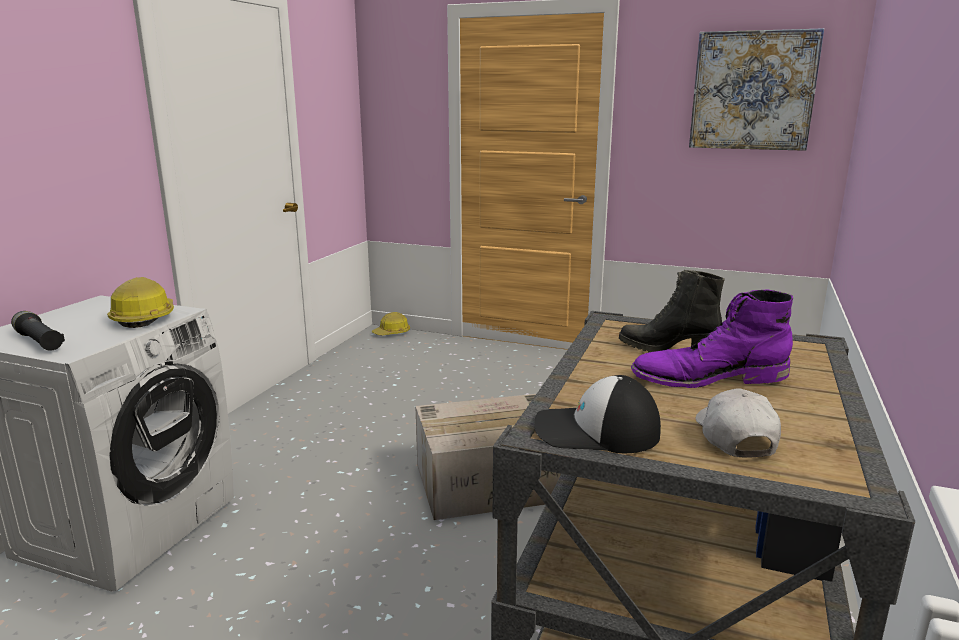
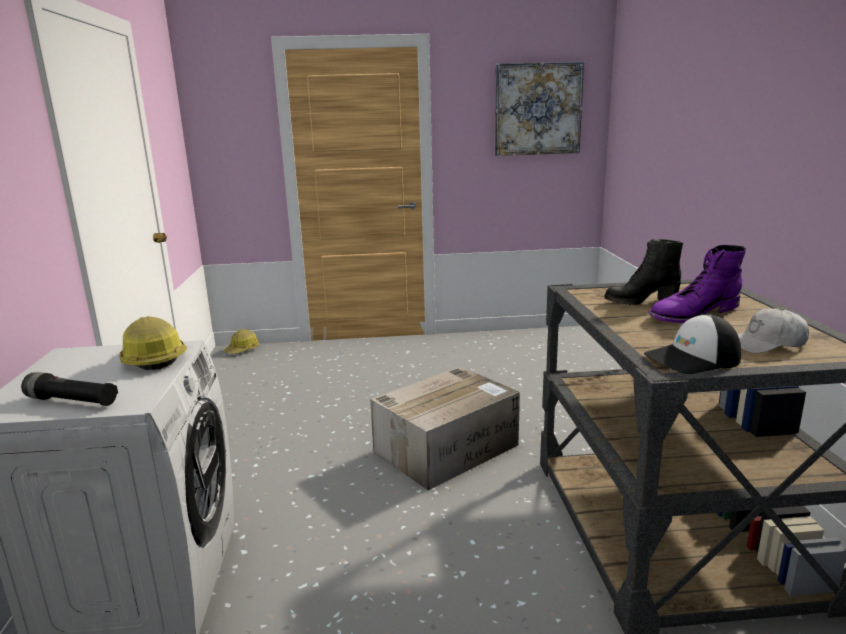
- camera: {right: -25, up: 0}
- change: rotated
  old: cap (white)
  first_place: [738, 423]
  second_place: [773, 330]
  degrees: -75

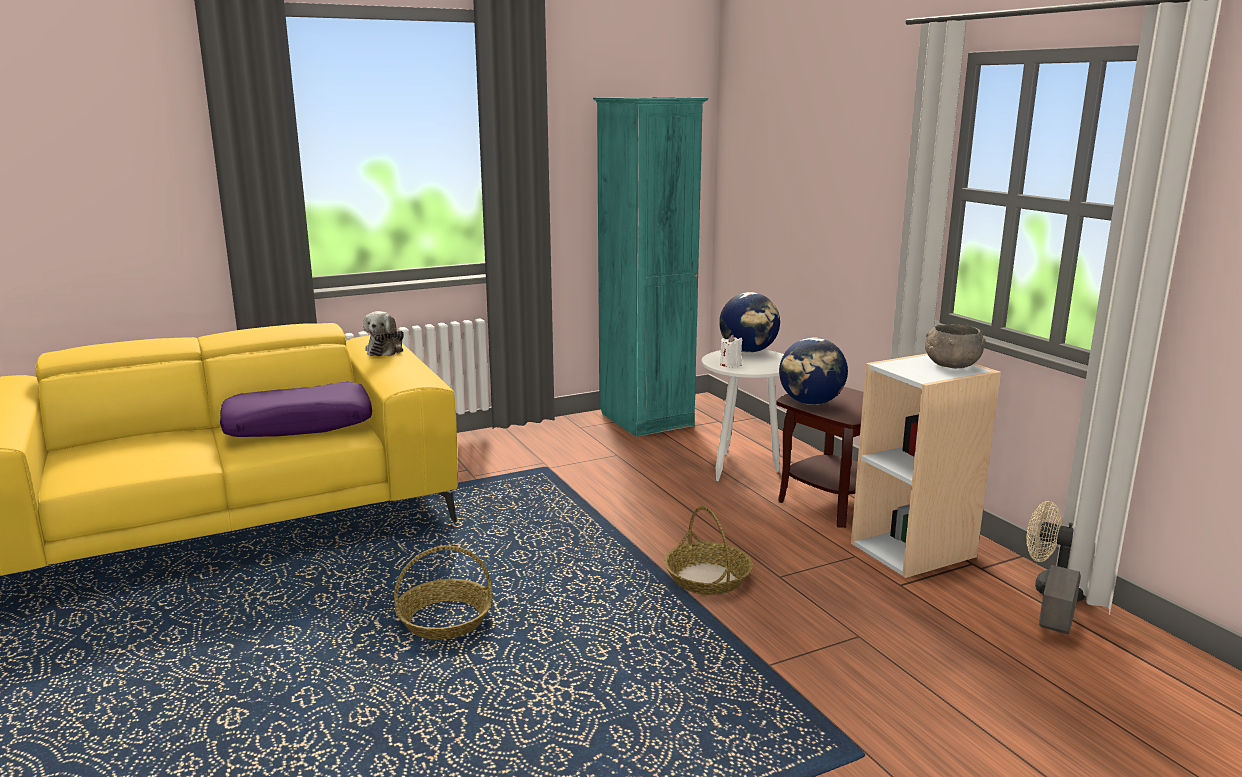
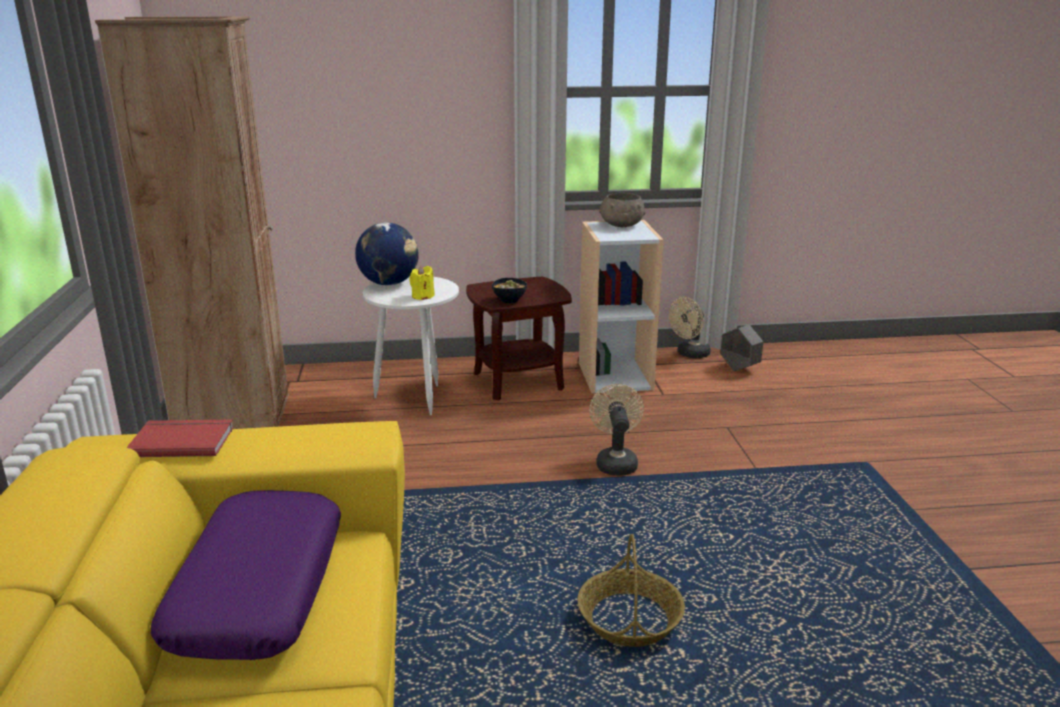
- camera: {right: -70, up: 5}
- change: repainted
  old: cabinet (turquoise)
  new: cabinet (brown)
  first_place: [650, 267]
  second_place: [192, 222]
- change: swapped
  old: plush toy
  new: book (red)
  first_place: [383, 333]
  second_place: [180, 438]
- change: repainted
  old: candle (white)
  new: candle (yellow)
  first_place: [731, 351]
  second_place: [422, 282]
- change: swapped
  old: globe
  new: bowl
  first_place: [813, 371]
  second_place: [509, 290]
- change: swapped
  old: basket
  new: fan (beige)
  first_place: [708, 550]
  second_place: [616, 429]

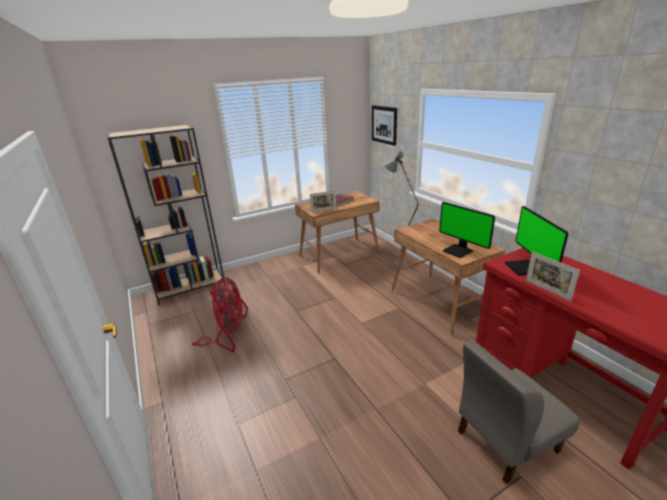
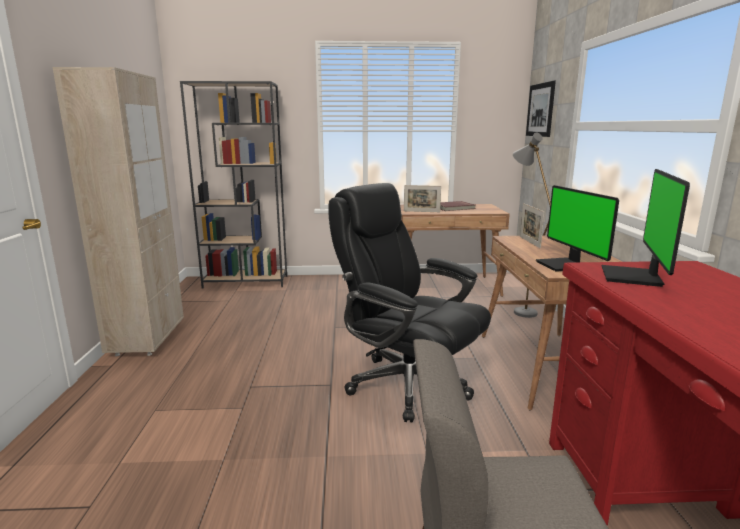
- camera: {right: 25, up: -10}
- change: shifted
  old: picture frame
  first_place: [553, 276]
  second_place: [532, 225]
- change: gone
  old: fan (red)
  first_place: [220, 315]
- change: new
  new: cabinet (beige)
  second_place: [118, 211]
- change: new
  new: office chair (black)
  second_place: [409, 302]

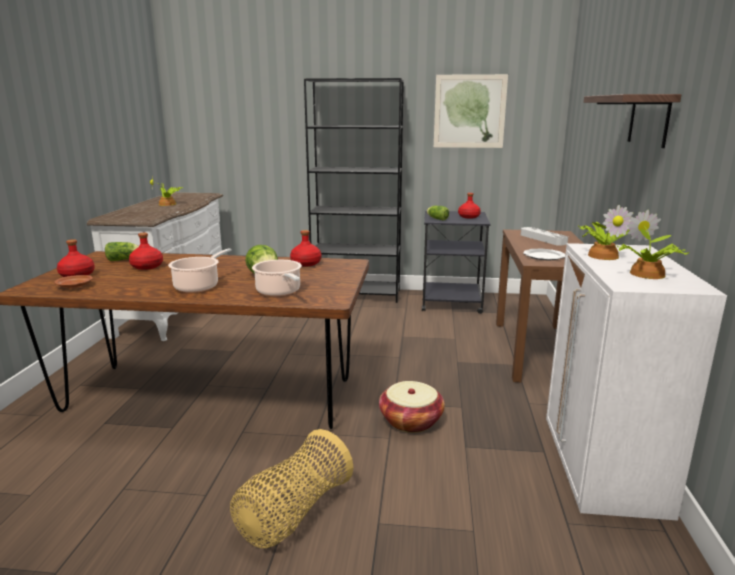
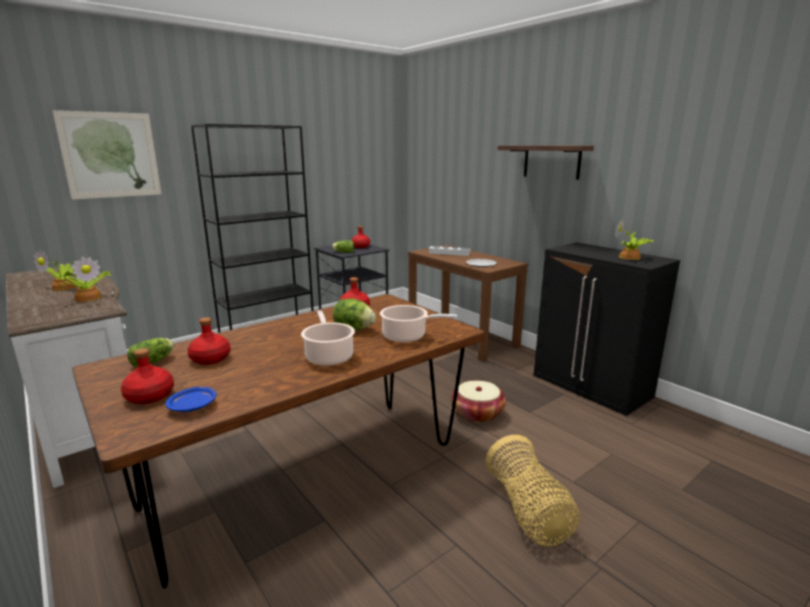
- camera: {right: -45, up: 0}
- change: shifted
  old: picture
  first_place: [471, 111]
  second_place: [107, 155]
- change: shifted
  old: potted plant
  first_place: [605, 232]
  second_place: [86, 279]
- change: repainted
  old: cabinet (white)
  new: cabinet (black)
  first_place: [636, 382]
  second_place: [606, 329]
- change: repainted
  old: plate (brown)
  new: plate (blue)
  first_place: [73, 282]
  second_place: [191, 399]

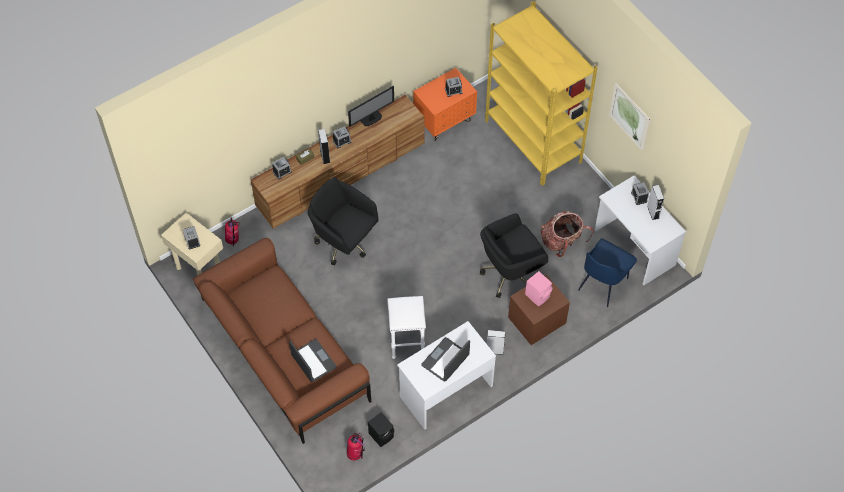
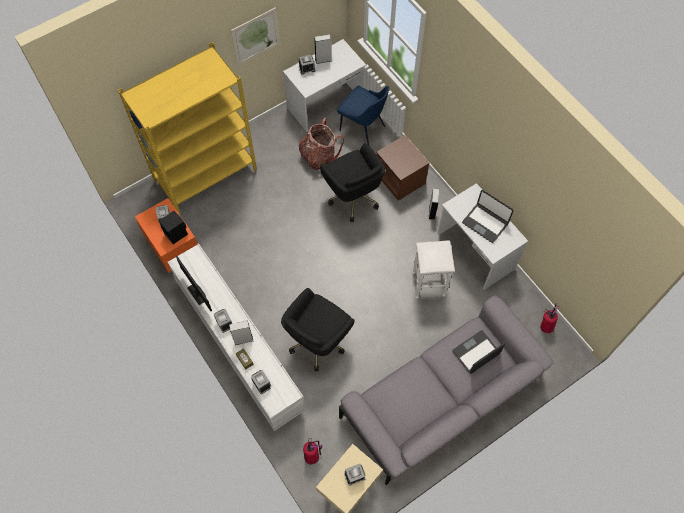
- camera: {right: -90, up: 5}
- change: repainted
  old: cabinet (brown)
  new: cabinet (white)
  first_place: [337, 162]
  second_place: [236, 337]
- change: repainted
  old: sofa (brown)
  new: sofa (grey)
  first_place: [282, 340]
  second_place: [446, 390]
- change: gone
  old: speaker (pink)
  first_place: [538, 288]
- change: shifted
  old: speaker (black)
  first_place: [381, 429]
  second_place: [173, 227]

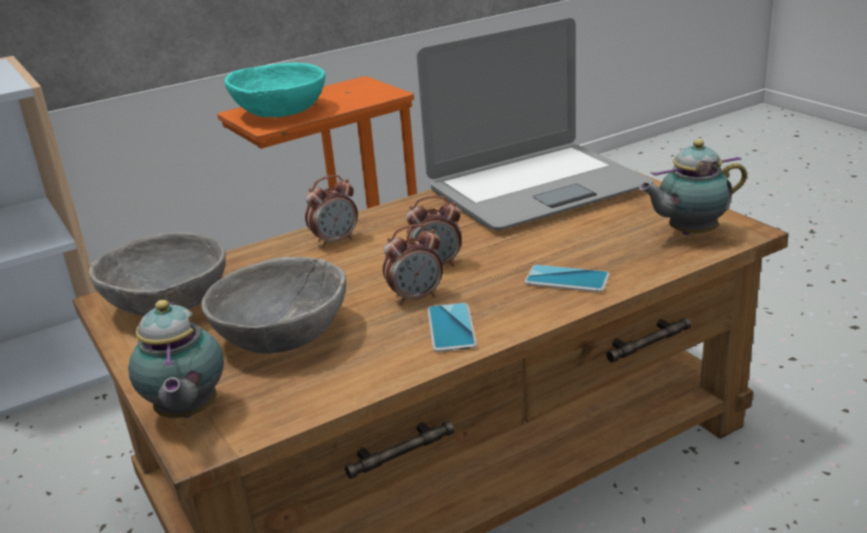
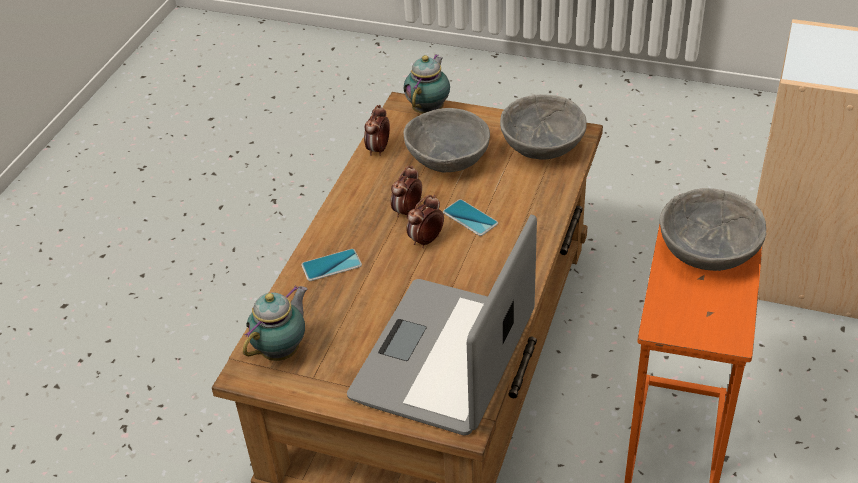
- camera: {right: 140, up: 15}
- change: repainted
  old: bowl (turquoise)
  new: bowl (grey)
  first_place: [275, 89]
  second_place: [713, 229]
- change: shifted
  old: alarm clock
  first_place: [331, 211]
  second_place: [377, 130]
- change: rotated
  old: teapot
  first_place: [176, 359]
  second_place: [427, 84]
  degrees: 75
- change: shifted
  old: phone
  first_place: [452, 327]
  second_place: [470, 217]

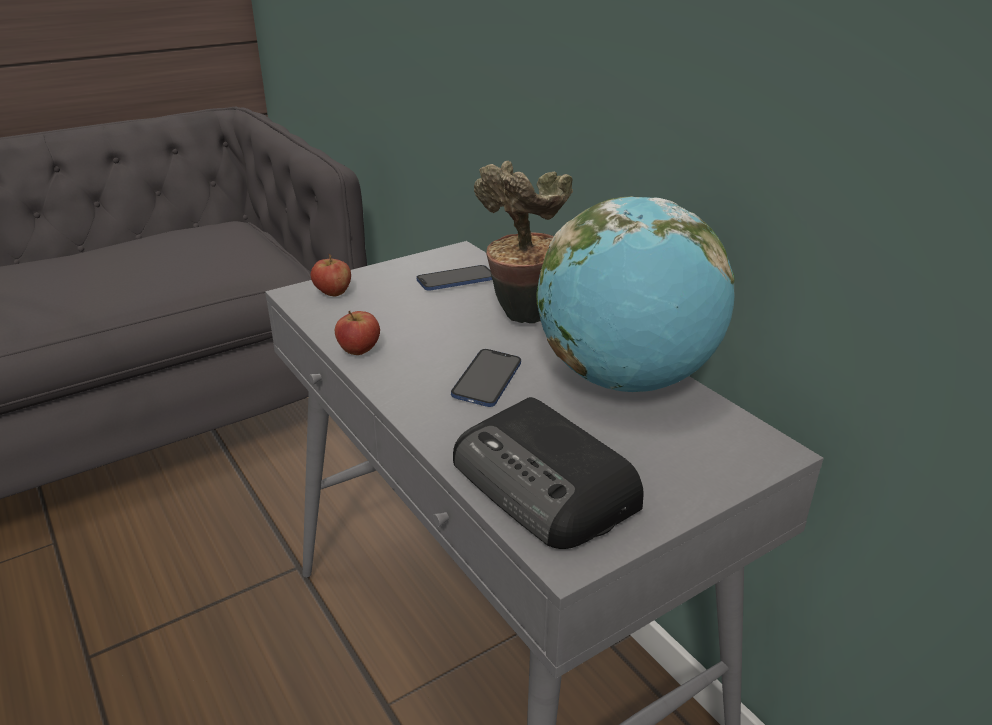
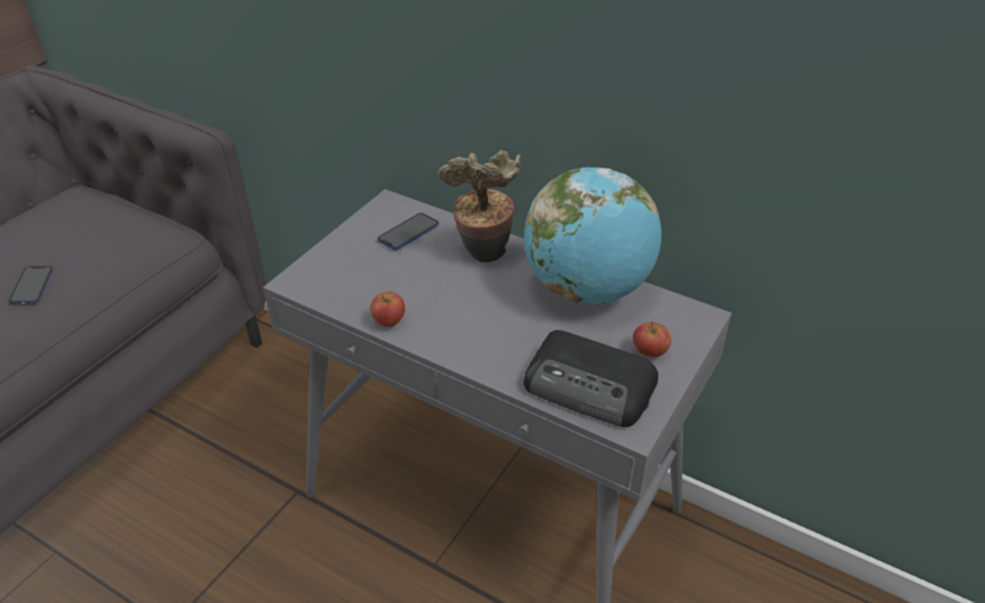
- camera: {right: -25, up: 10}
- change: shifted
  old: apple
  first_place: [331, 275]
  second_place: [652, 339]
- change: shifted
  old: phone
  first_place: [486, 378]
  second_place: [31, 285]

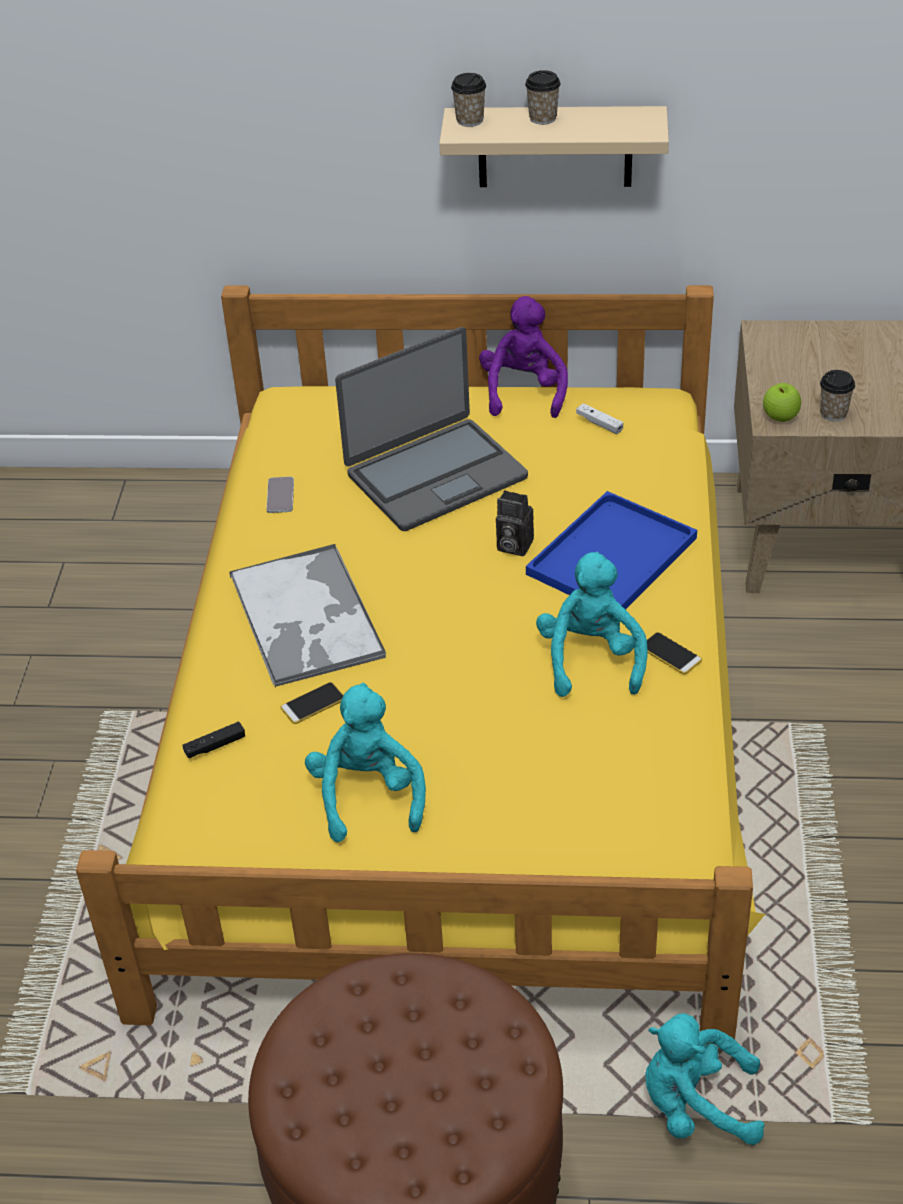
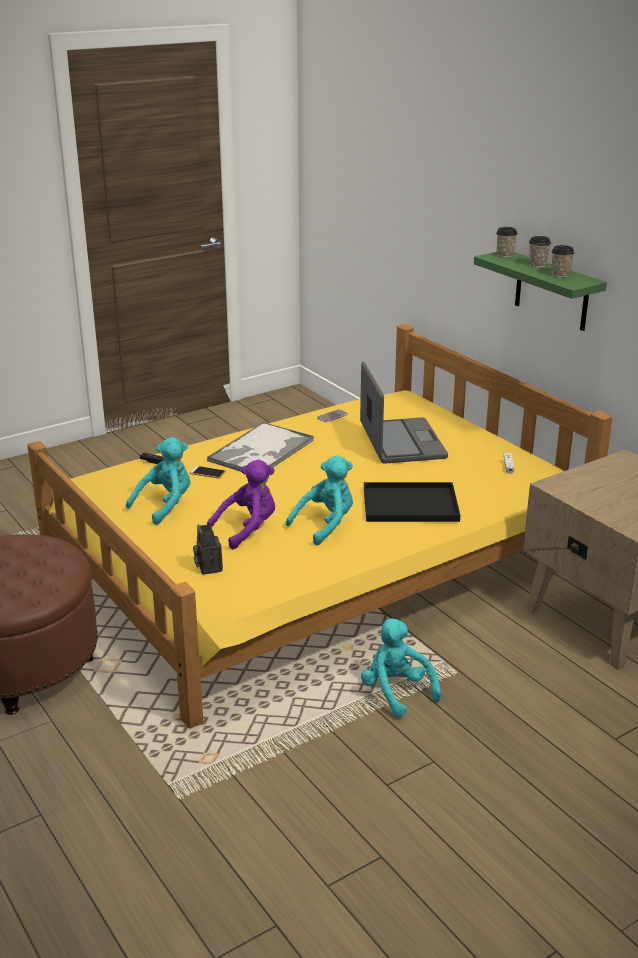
- camera: {right: 50, up: -15}
- change: repainted
  old: shelf (beige)
  new: shelf (green)
  first_place: [554, 146]
  second_place: [540, 291]
- change: shifted
  old: plush toy (purple)
  first_place: [523, 357]
  second_place: [241, 505]
- change: rotated
  old: laptop
  first_place: [431, 429]
  second_place: [404, 412]
  degrees: -120
- change: shifted
  old: cup
  first_place: [837, 395]
  second_place: [563, 261]
- change: gone
  old: apple
  first_place: [782, 402]
- change: shifted
  old: photo camera
  first_place: [515, 523]
  second_place: [208, 549]
- change: repainted
  old: tray (blue)
  new: tray (black)
  first_place: [611, 550]
  second_place: [412, 502]
- change: gone
  old: phone
  first_place: [674, 653]
- change: shifted
  old: plush toy (turquoise)
  first_place: [705, 1079]
  second_place: [401, 668]

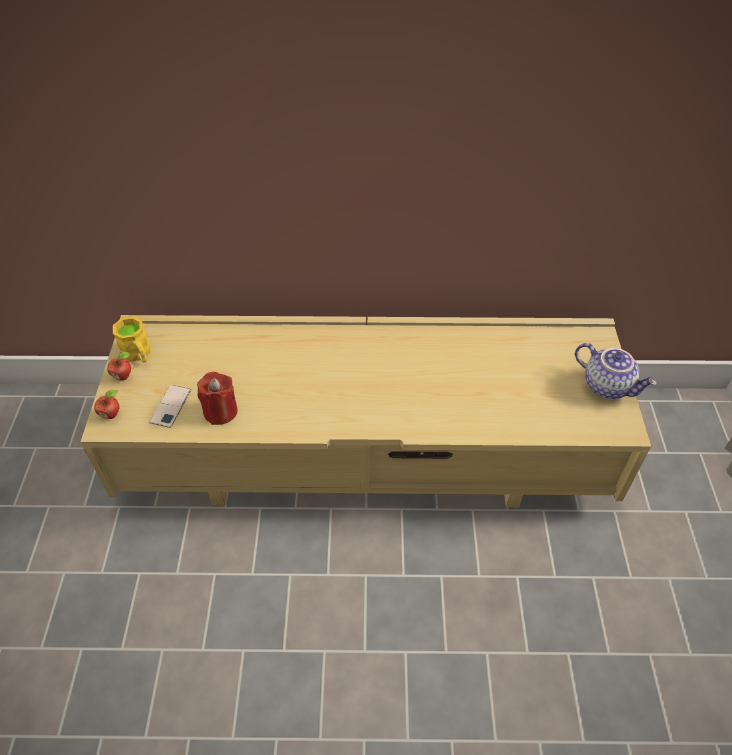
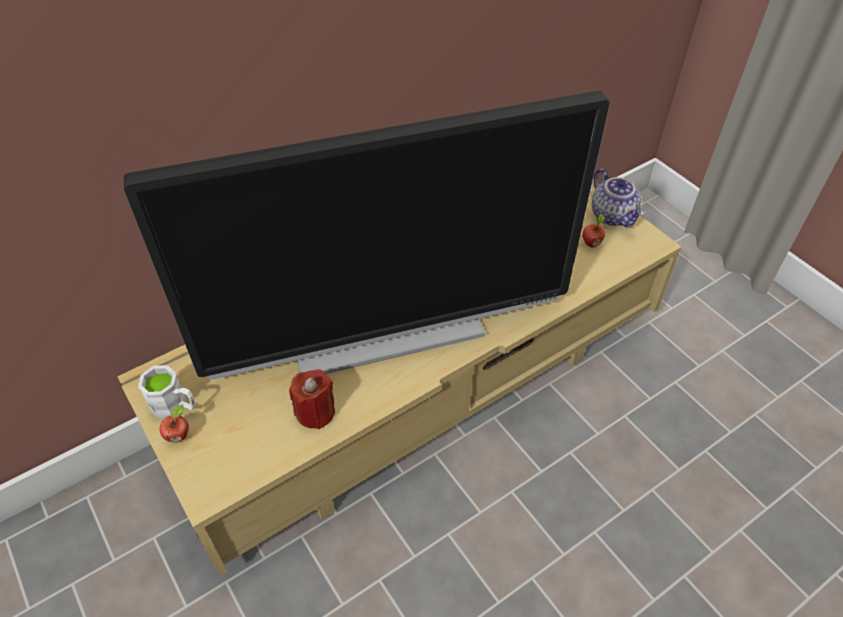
- camera: {right: -35, up: 0}
- change: repainted
  old: mug (yellow)
  new: mug (white)
  first_place: [132, 339]
  second_place: [167, 391]
- change: rotated
  old: teapot
  first_place: [616, 371]
  second_place: [618, 198]
  degrees: 60
- change: gone
  old: phone
  first_place: [170, 406]
- change: shifted
  old: apple
  first_place: [106, 404]
  second_place: [593, 230]
- change: new
  new: television
  second_place: [367, 235]

